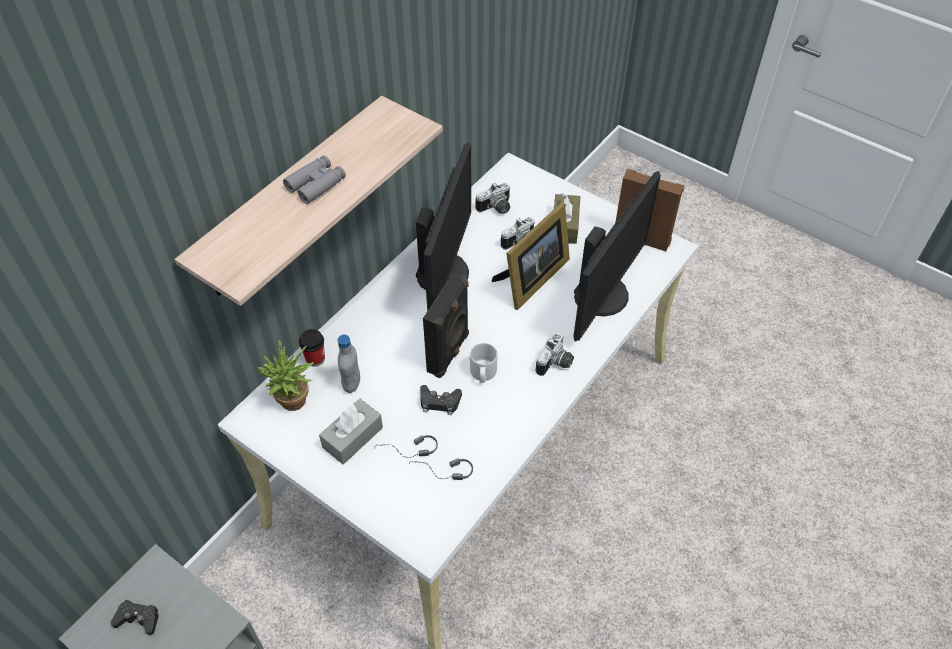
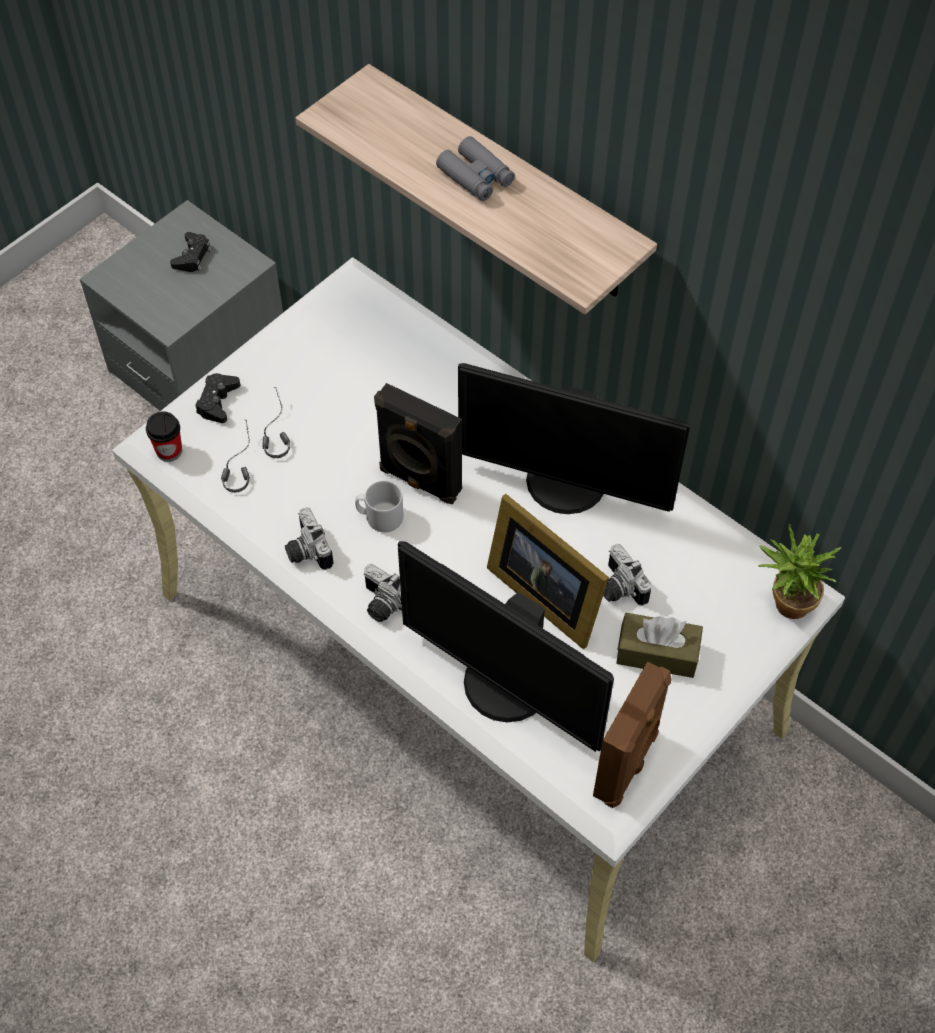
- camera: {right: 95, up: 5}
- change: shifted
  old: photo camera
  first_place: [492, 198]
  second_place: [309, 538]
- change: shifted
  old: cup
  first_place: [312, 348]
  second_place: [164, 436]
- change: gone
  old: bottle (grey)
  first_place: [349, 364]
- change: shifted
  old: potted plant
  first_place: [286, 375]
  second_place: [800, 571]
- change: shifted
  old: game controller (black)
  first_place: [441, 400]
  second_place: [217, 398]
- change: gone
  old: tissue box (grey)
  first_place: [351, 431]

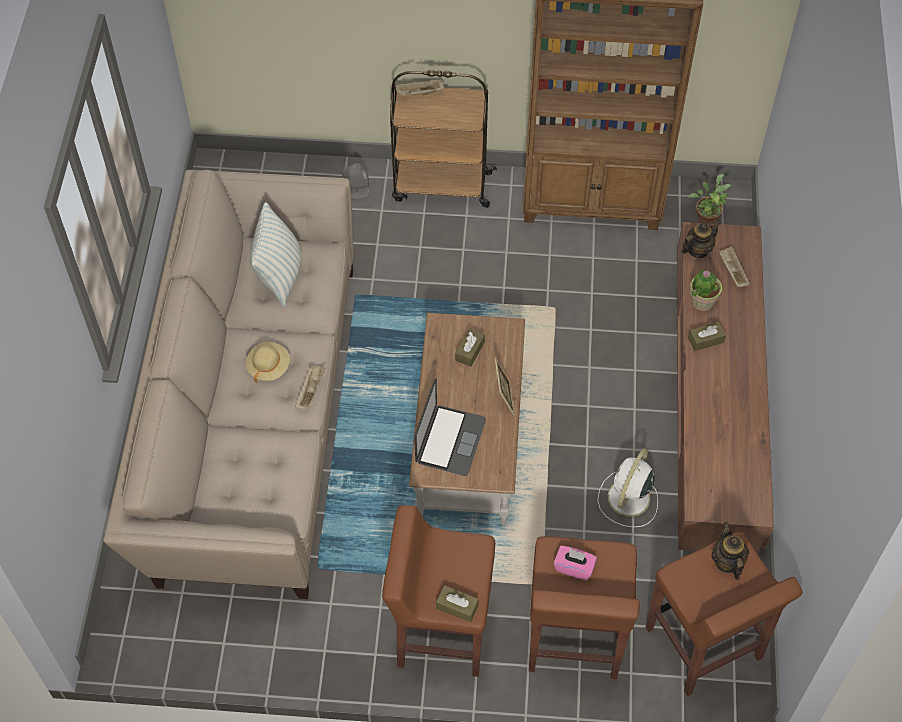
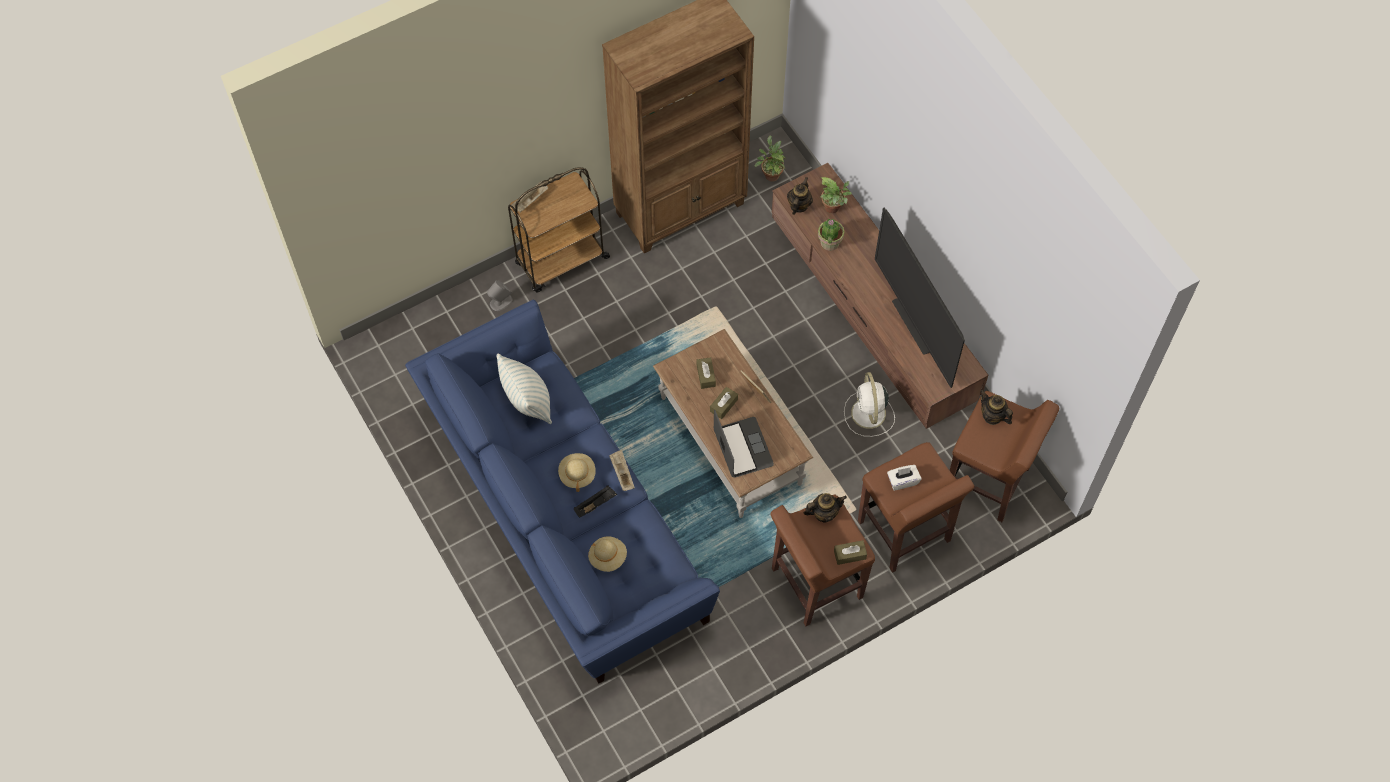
- camera: {right: -35, up: 5}
- change: repainted
  old: sofa (beige)
  new: sofa (blue)
  first_place: [228, 384]
  second_place: [562, 492]
- change: swapped
  old: tray (beige)
  new: potted plant
  first_place: [734, 266]
  second_place: [836, 195]
- change: shifted
  old: tissue box (brown)
  first_place: [707, 336]
  second_place: [724, 403]
- change: repainted
  old: tissue box (pink)
  new: tissue box (white)
  first_place: [575, 563]
  second_place: [904, 478]
- change: new
  new: television
  second_place: [920, 298]
- change: new
  new: tray (black)
  second_place: [595, 501]
- change: new
  new: teapot
  second_place: [825, 508]
- change: new
  new: hat (beige)
  second_place: [607, 554]

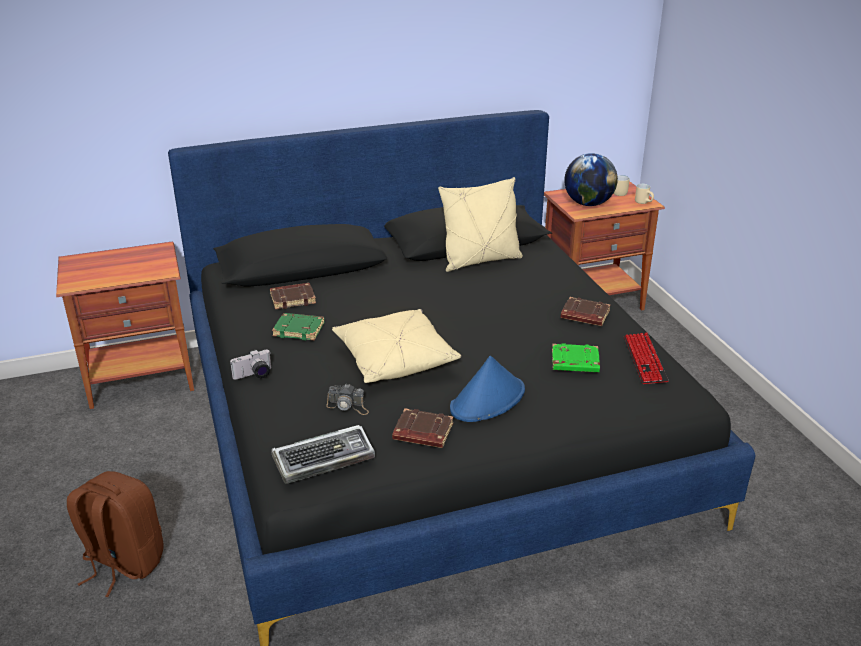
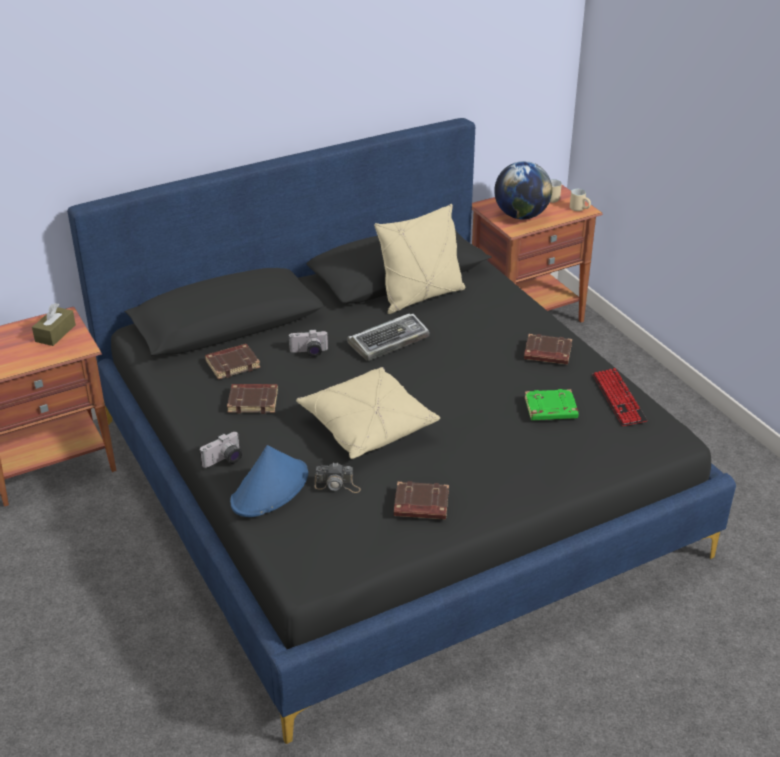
- camera: {right: -10, up: 5}
- change: repainted
  old: book (green)
  new: book (brown)
  first_place: [298, 327]
  second_place: [252, 399]
- change: shifted
  old: hat (blue)
  first_place: [487, 389]
  second_place: [269, 481]
- change: shifted
  old: keyboard
  first_place: [323, 454]
  second_place: [388, 337]
- change: gone
  old: backpack (brown)
  first_place: [115, 534]
- change: new
  new: tissue box (brown)
  second_place: [54, 324]
- change: new
  new: photo camera
  second_place: [308, 343]

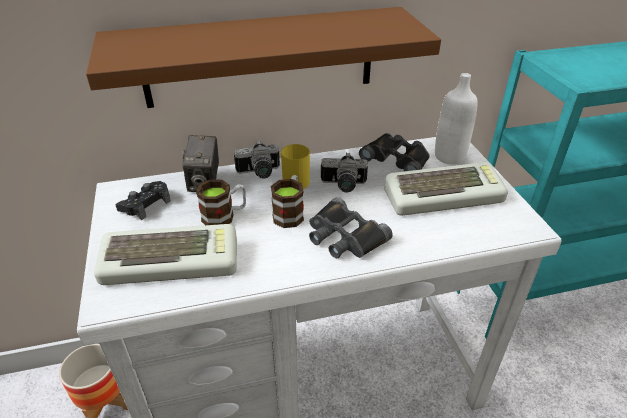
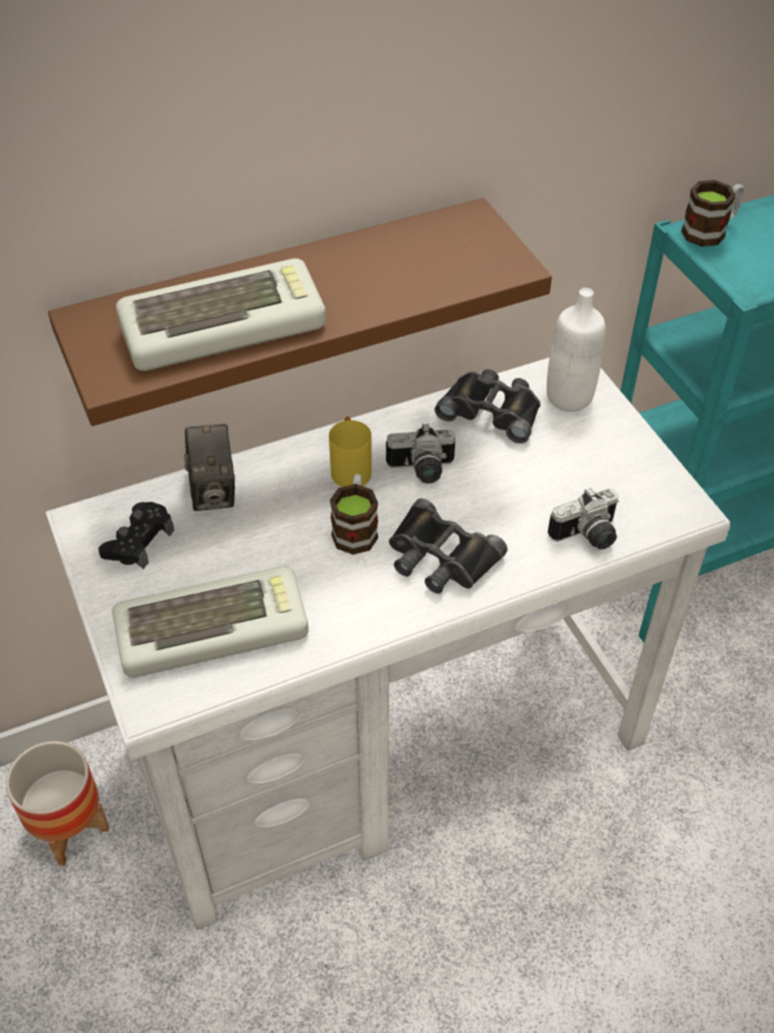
- camera: {right: -10, up: 10}
- change: shifted
  old: photo camera
  first_place: [257, 160]
  second_place: [583, 519]
- change: shifted
  old: keyboard
  first_place: [446, 189]
  second_place: [221, 314]
- change: shifted
  old: mug
  first_place: [221, 202]
  second_place: [712, 213]

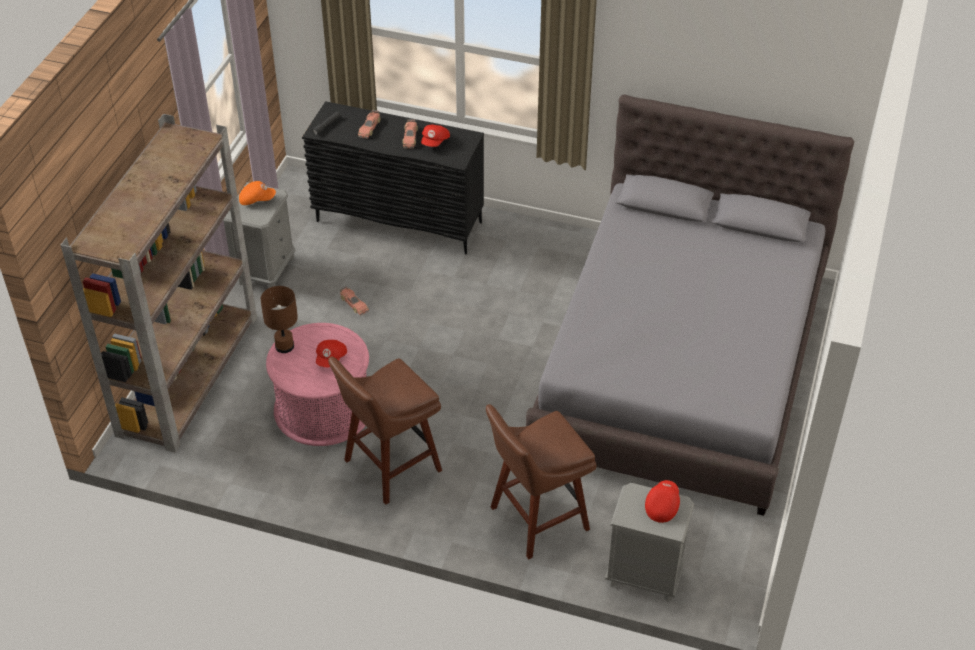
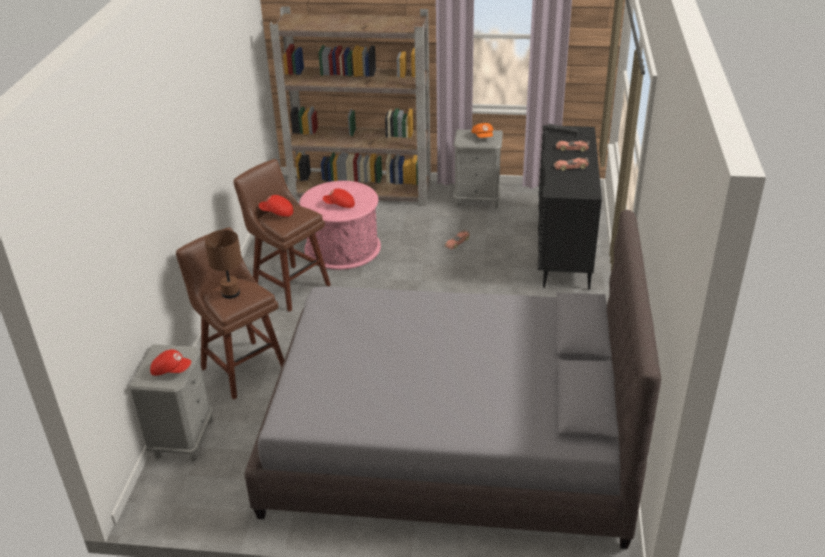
- camera: {right: 80, up: -10}
- change: shifted
  old: cap (red)
  first_place: [435, 136]
  second_place: [276, 206]
- change: shifted
  old: table lamp (brown)
  first_place: [279, 319]
  second_place: [223, 264]

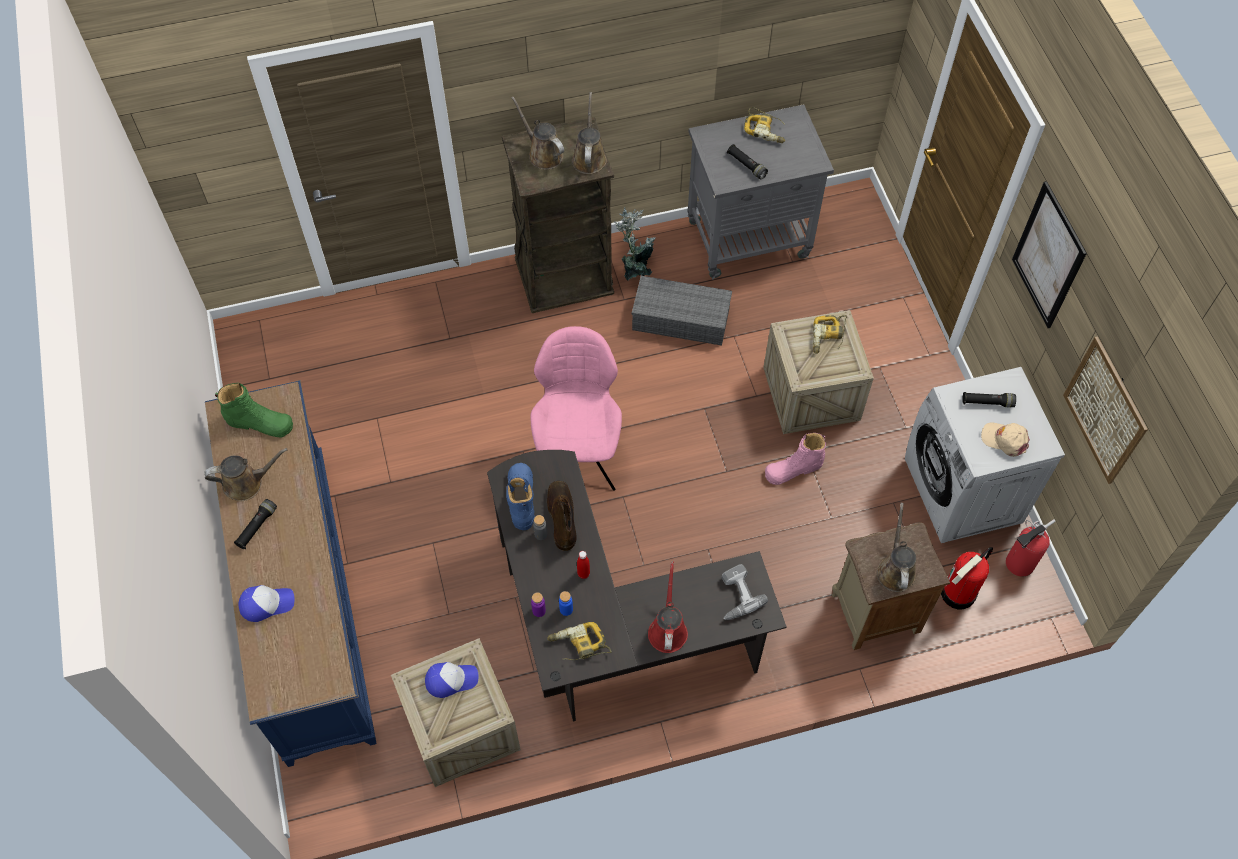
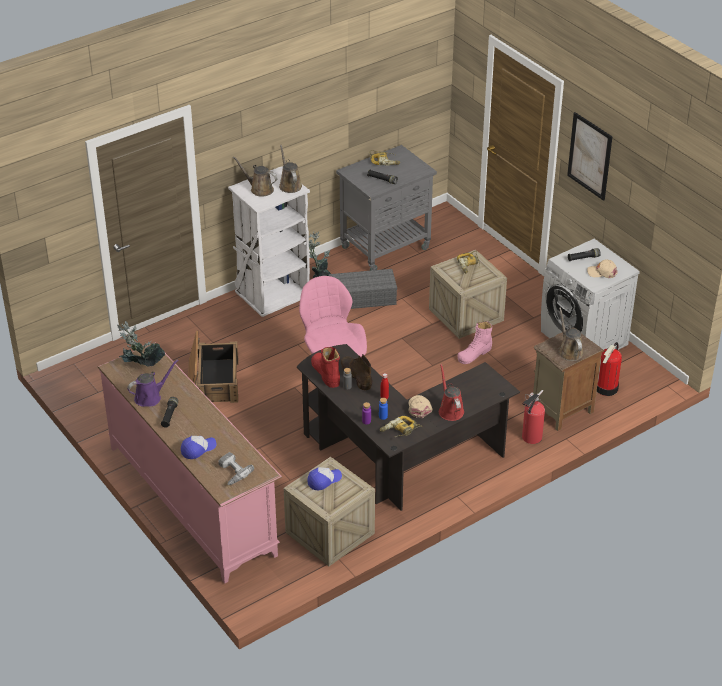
- camera: {right: -20, up: -20}
- change: repainted
  old: bookcase (brown)
  new: bookcase (white)
  first_place: [558, 215]
  second_place: [269, 241]
- change: gone
  old: picture
  first_place: [1105, 410]
- change: repainted
  old: cabinet (blue)
  new: cabinet (pink)
  first_place: [291, 573]
  second_place: [190, 462]
- change: swapped
  old: boot (green)
  new: potted plant
  first_place: [254, 410]
  second_place: [141, 343]
- change: repainted
  old: watering can (brown)
  new: watering can (purple)
  first_place: [245, 474]
  second_place: [153, 383]
- change: repainted
  old: boot (blue)
  new: boot (red)
  first_place: [520, 496]
  second_place: [325, 367]
- change: shifted
  old: fire extinguisher
  first_place: [1031, 548]
  second_place: [533, 417]
- change: shifted
  old: power drill
  first_place: [745, 592]
  second_place: [236, 468]
- change: new
  new: crate
  second_place: [213, 366]
- change: new
  new: cap (beige)
  second_place: [420, 406]

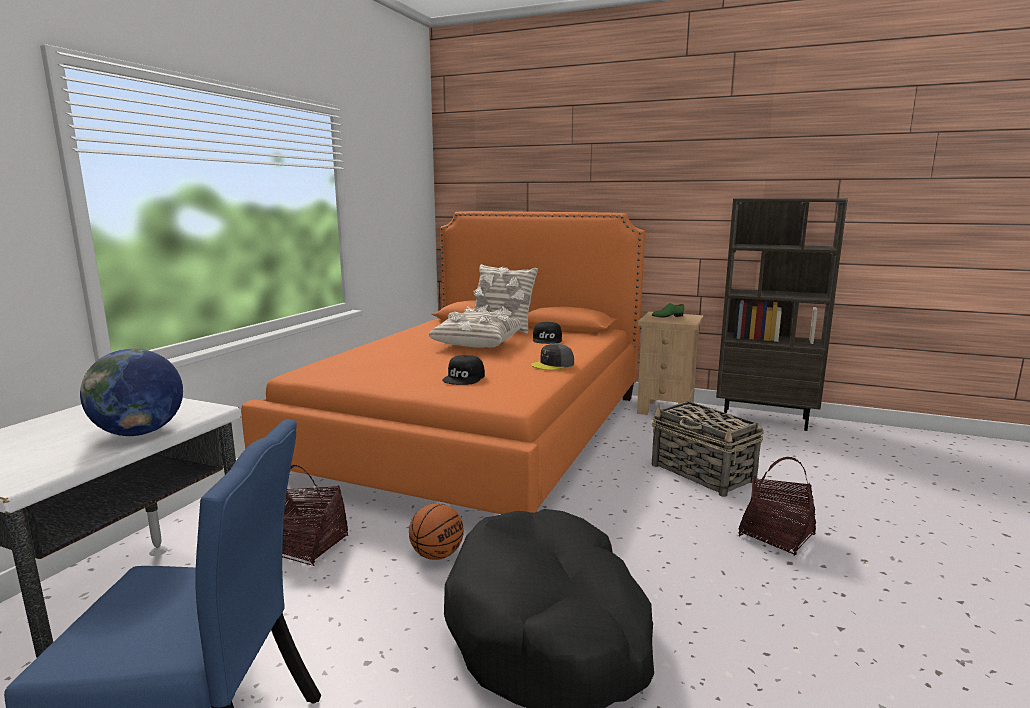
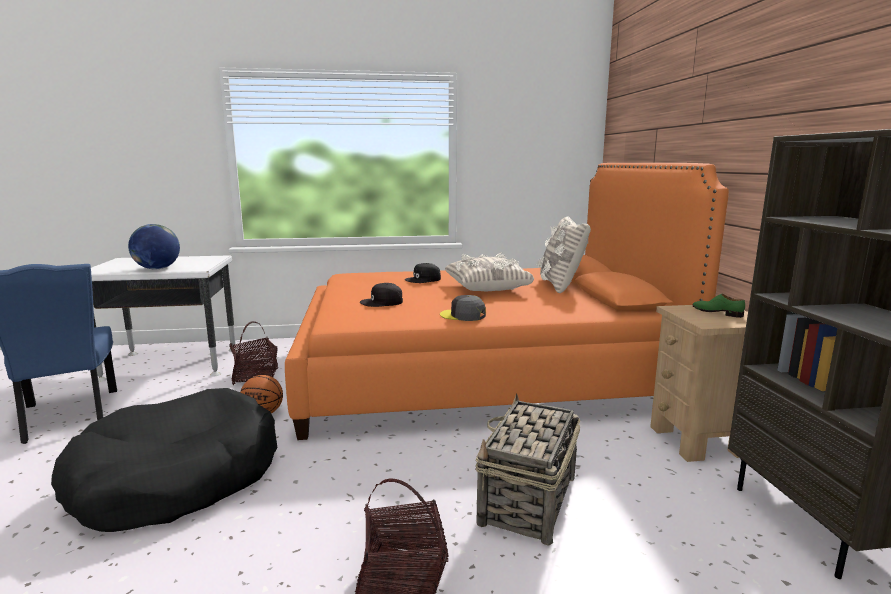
- camera: {right: 60, up: 0}
- change: shifted
  old: cap (black)
  first_place: [547, 333]
  second_place: [423, 273]

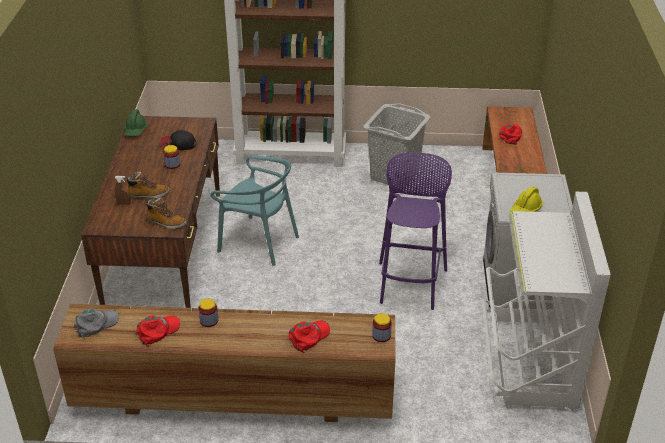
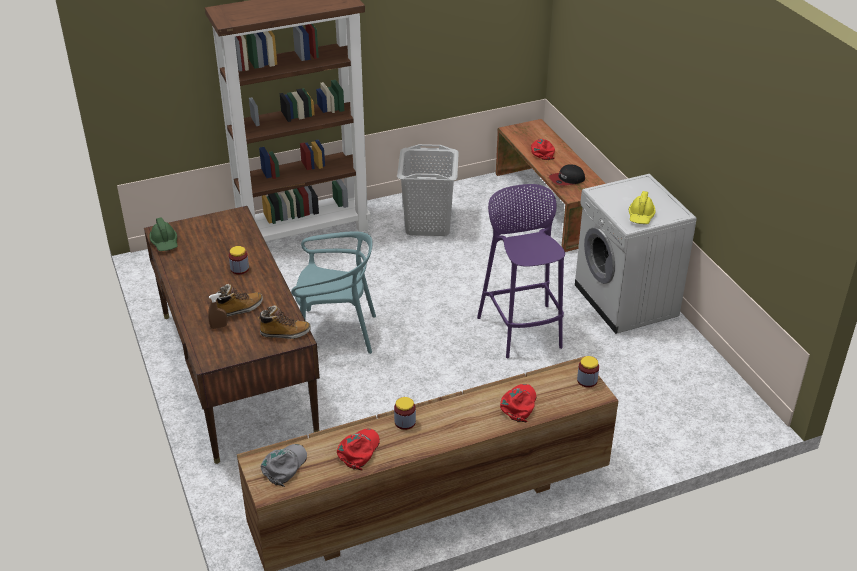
- camera: {right: -25, up: 0}
- change: shifted
  old: cap
  first_place: [178, 140]
  second_place: [567, 175]
- change: gone
  old: shoe rack (white)
  first_place: [546, 302]

